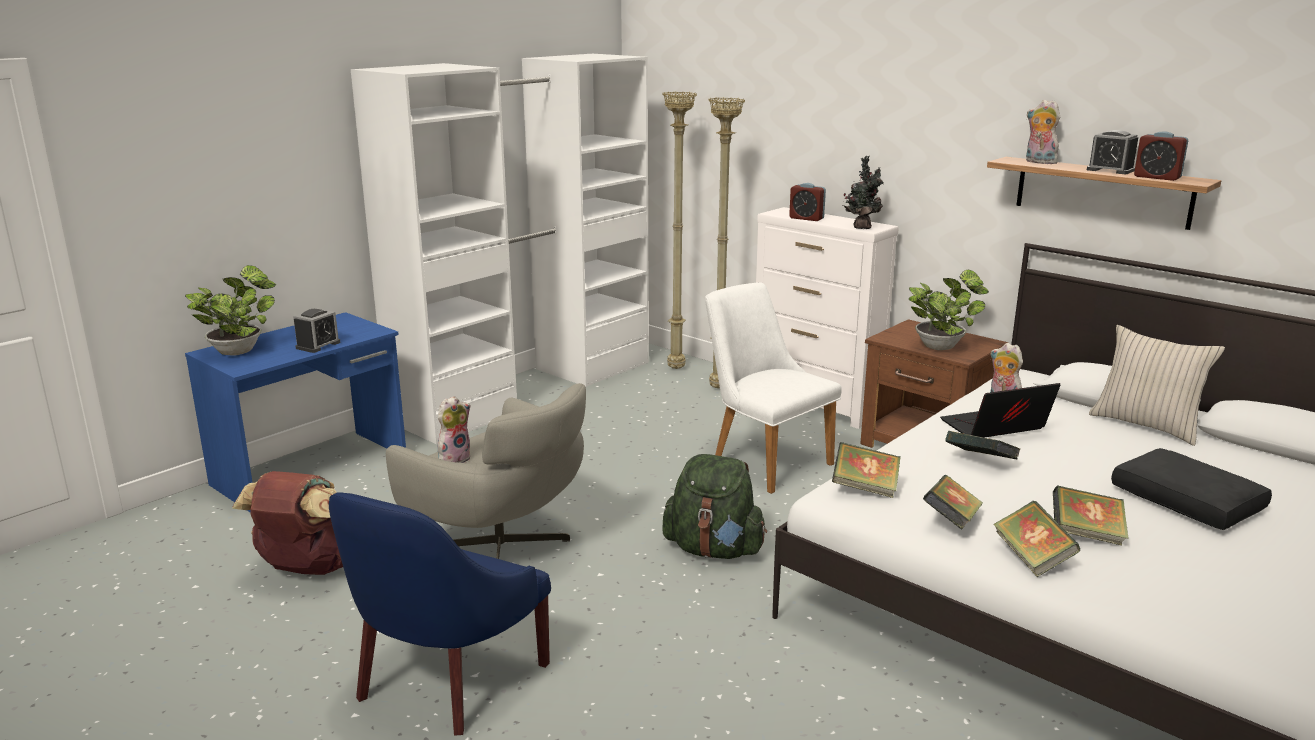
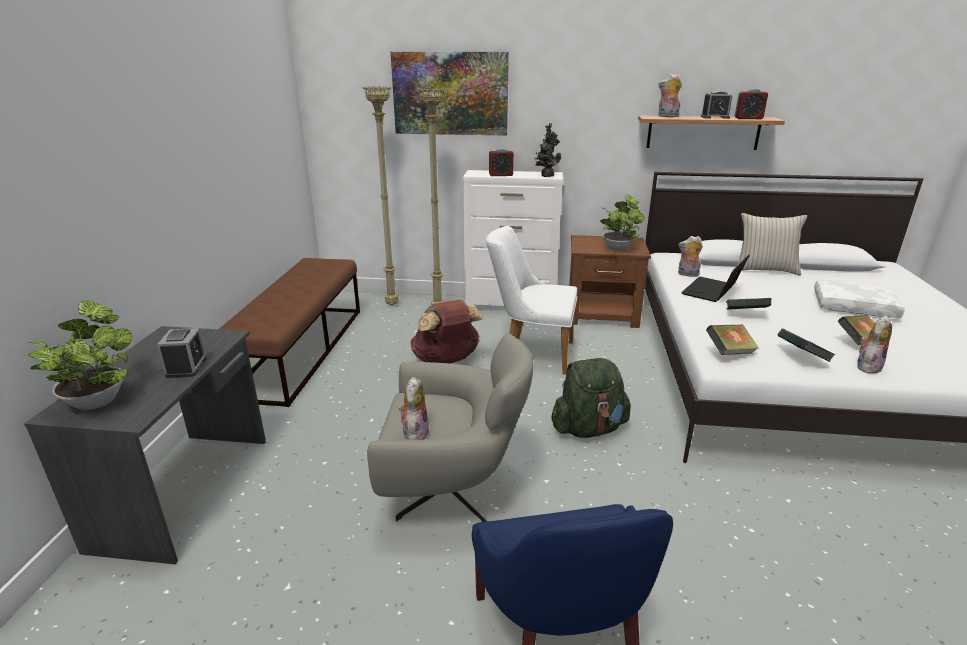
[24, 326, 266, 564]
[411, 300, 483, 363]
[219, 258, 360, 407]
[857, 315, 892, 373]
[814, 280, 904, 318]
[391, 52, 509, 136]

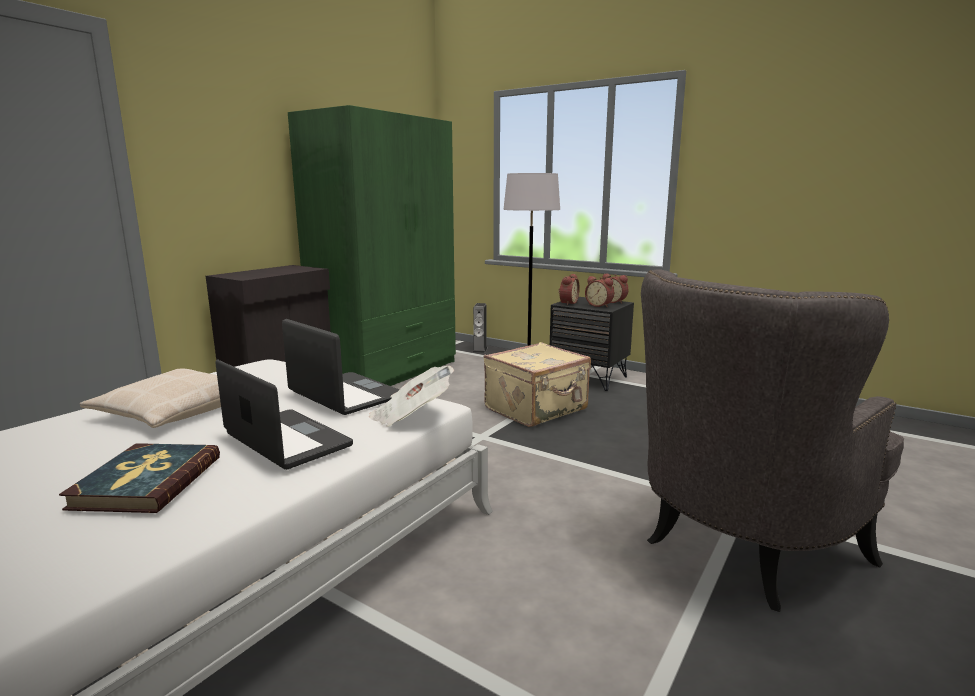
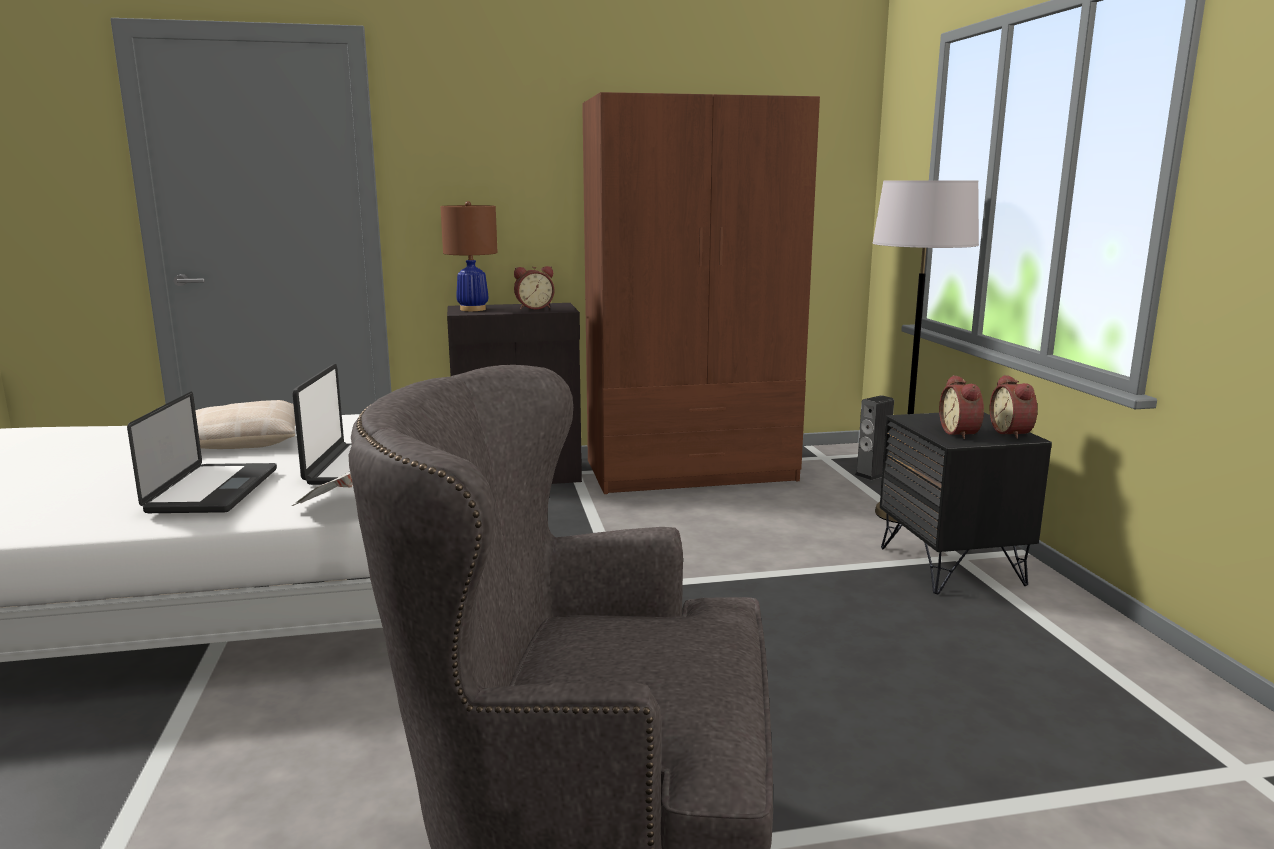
[59, 443, 220, 513] (first image)
[582, 92, 820, 494]
[484, 342, 591, 427] (first image)
[514, 266, 554, 310]
[440, 201, 498, 311]

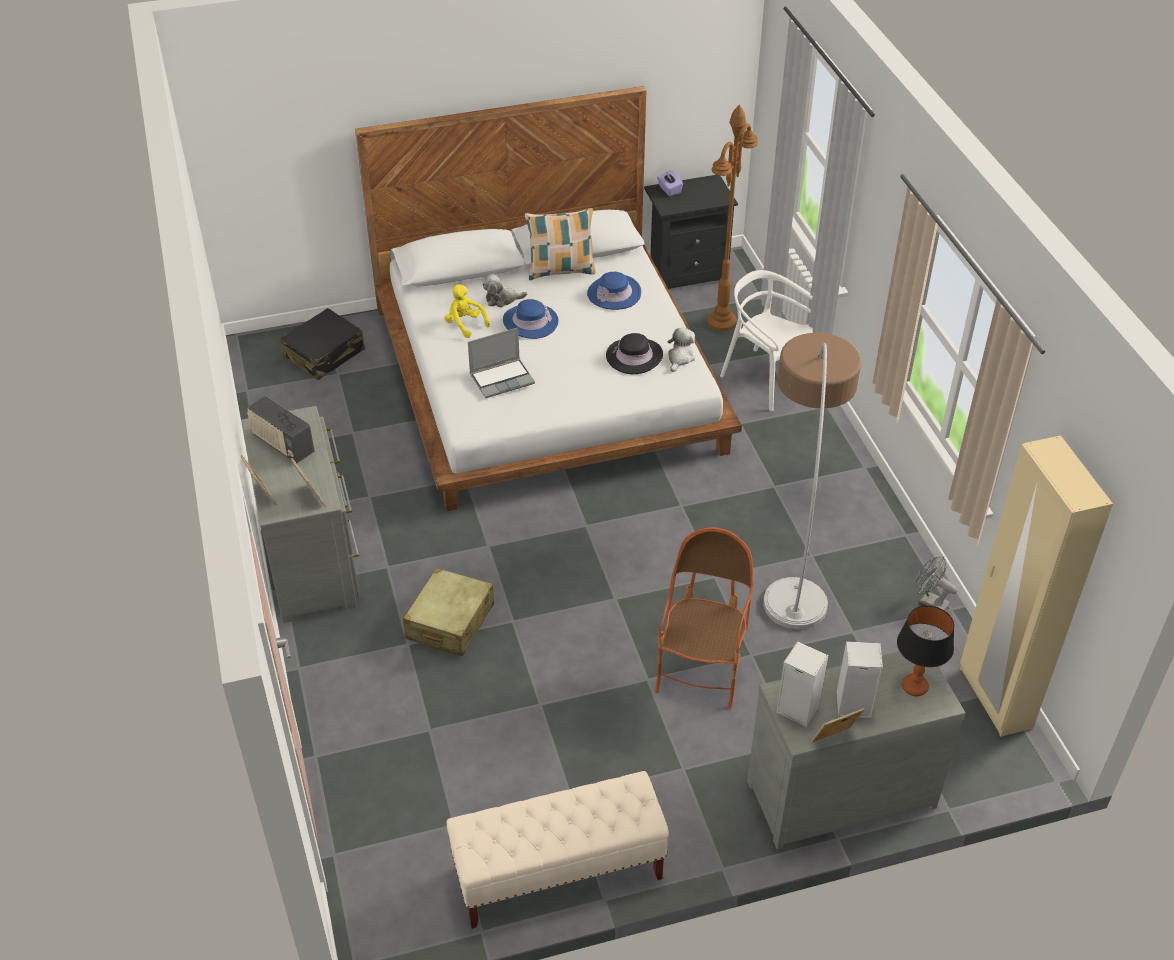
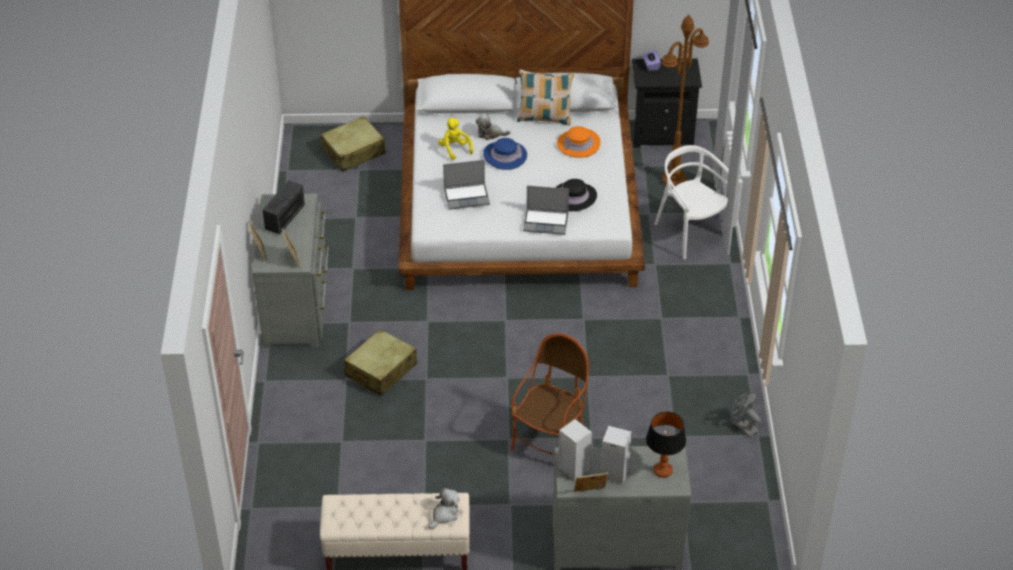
[263, 180, 305, 234]
[321, 116, 386, 172]
[557, 126, 601, 158]
[428, 488, 459, 529]
[763, 333, 861, 630] (first image)
[960, 435, 1113, 737] (first image)
[523, 185, 569, 235]

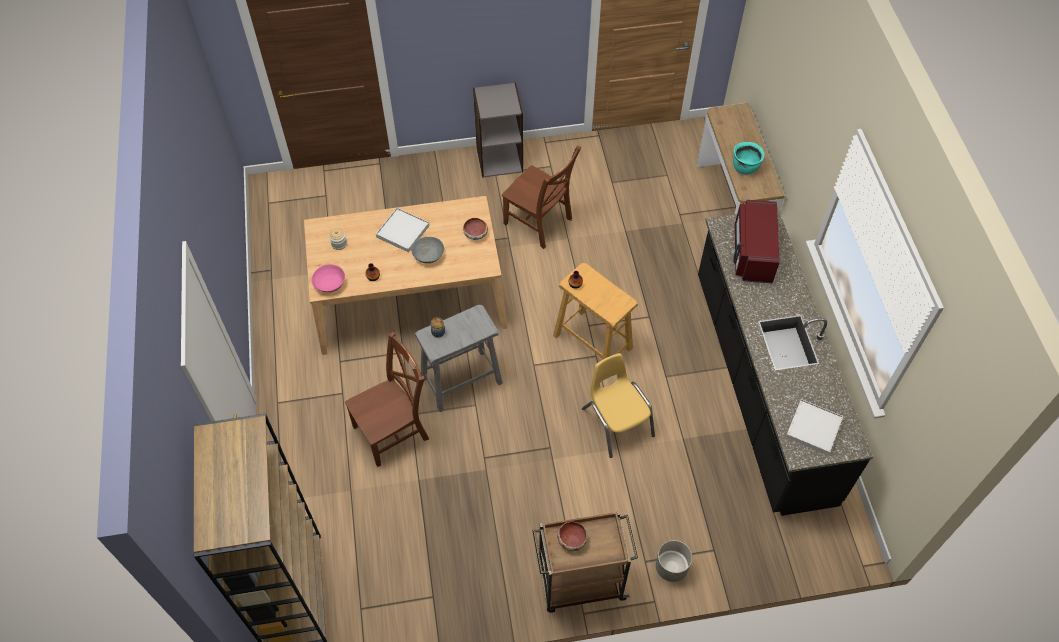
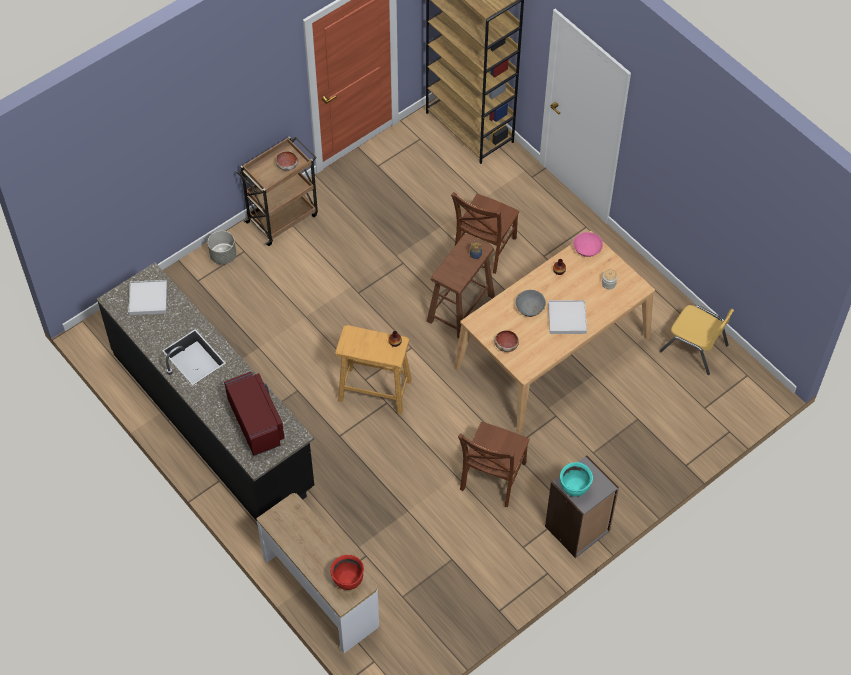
[427, 234, 495, 338]
[458, 422, 530, 507]
[659, 305, 734, 375]
[560, 462, 593, 497]
[330, 555, 364, 590]

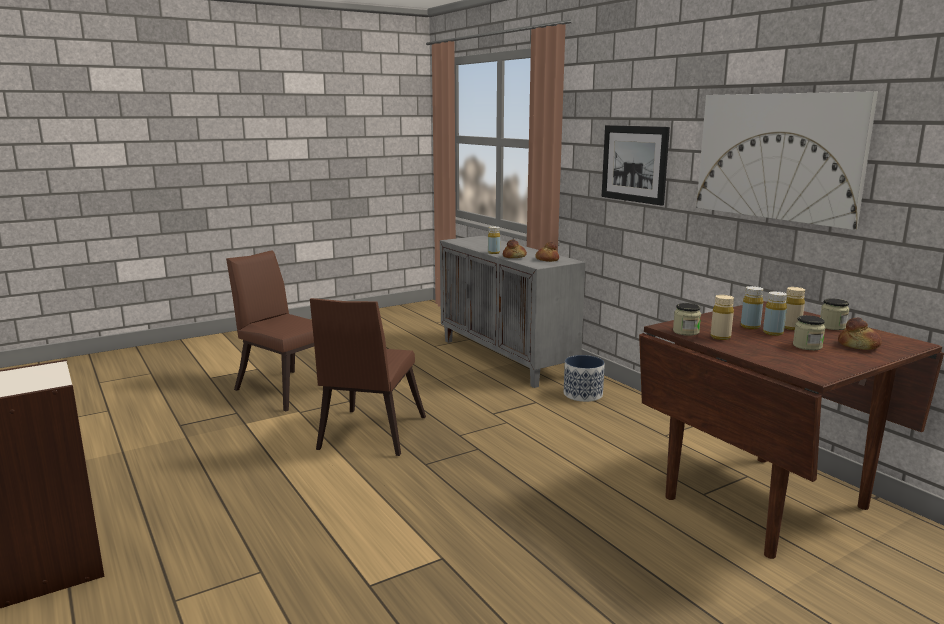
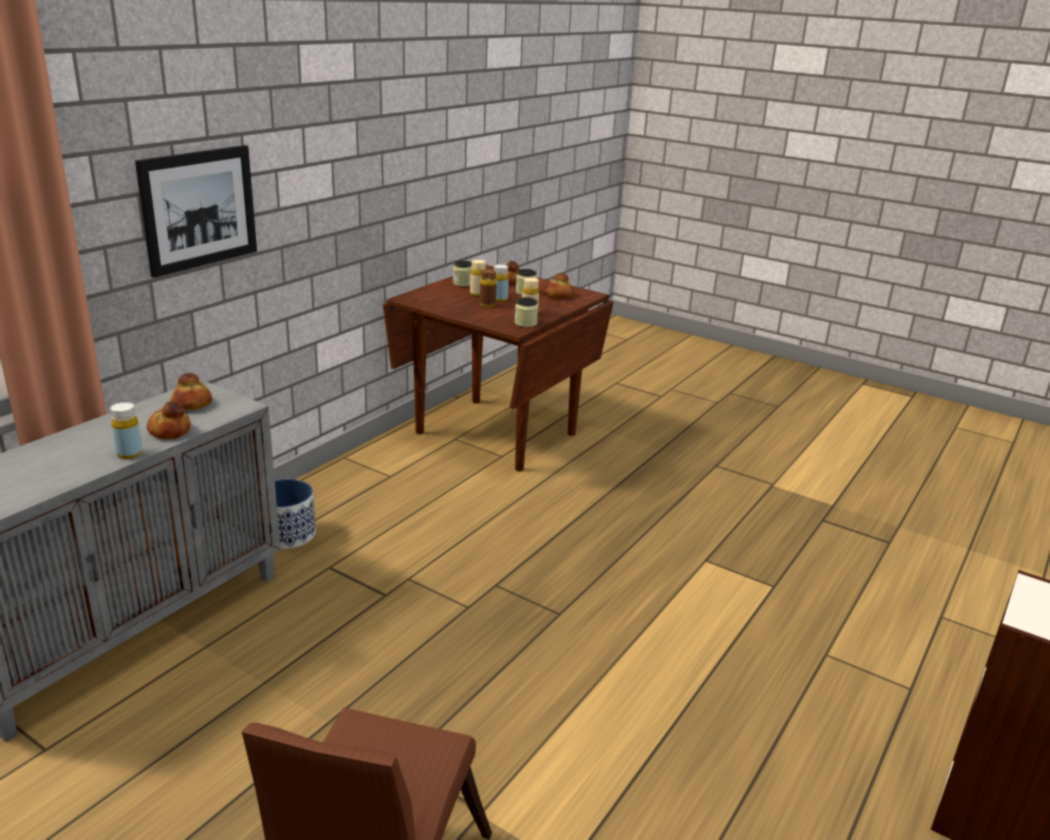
[310, 298, 426, 456] (first image)
[696, 91, 878, 230] (first image)
[480, 269, 497, 307]
[544, 273, 573, 298]

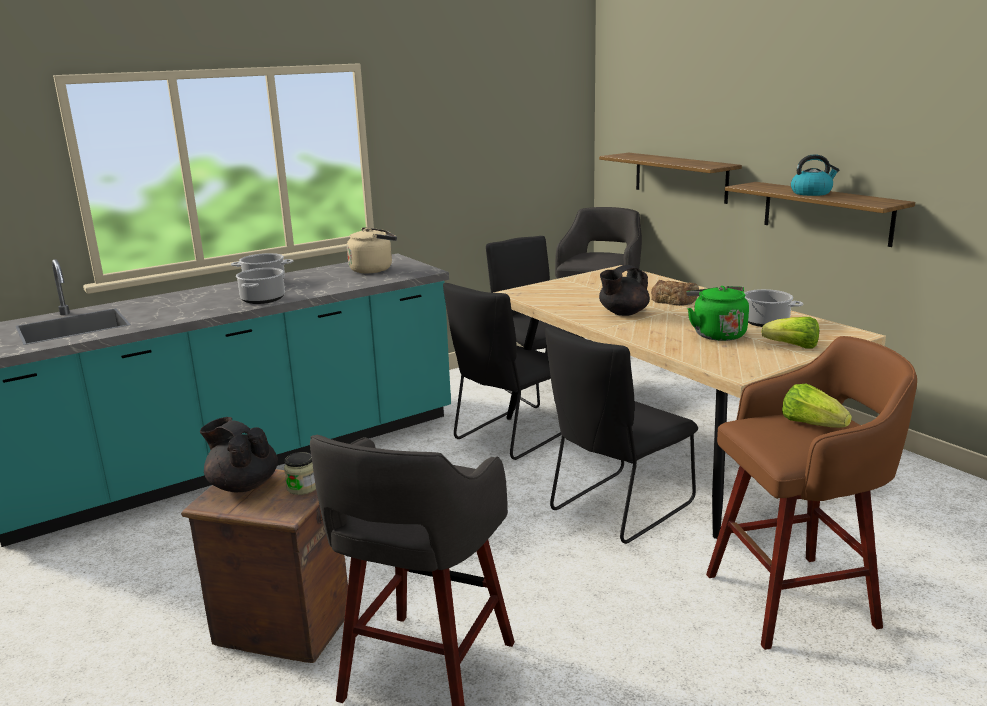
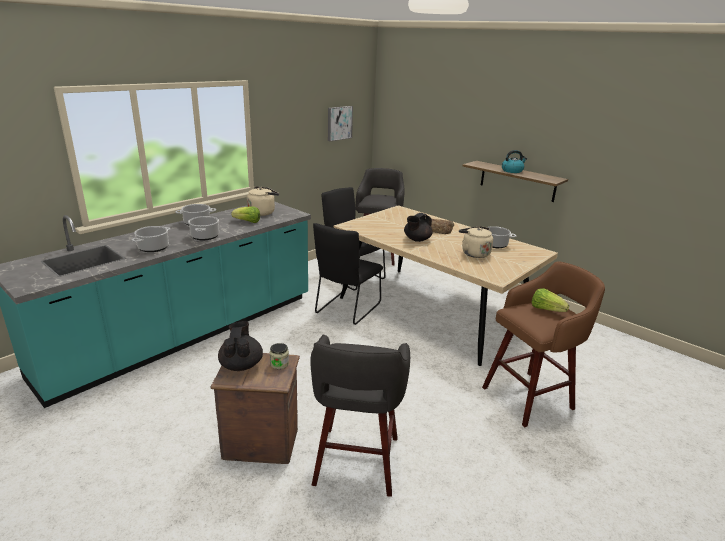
[218, 321, 263, 371]
[545, 327, 698, 544] (first image)
[599, 153, 742, 204] (first image)
[459, 226, 493, 258]
[231, 206, 260, 223]
[132, 226, 170, 252]
[328, 106, 353, 141]

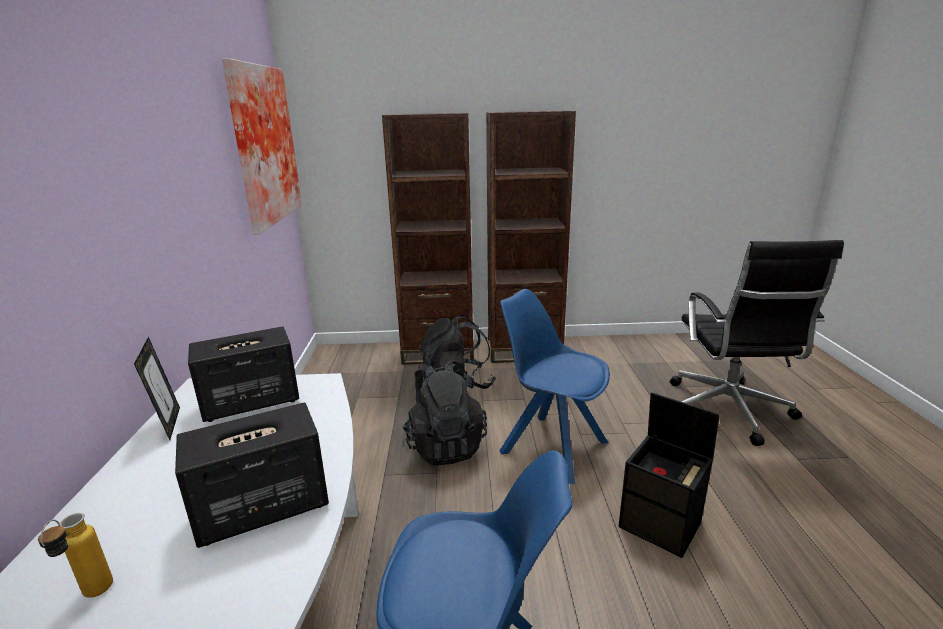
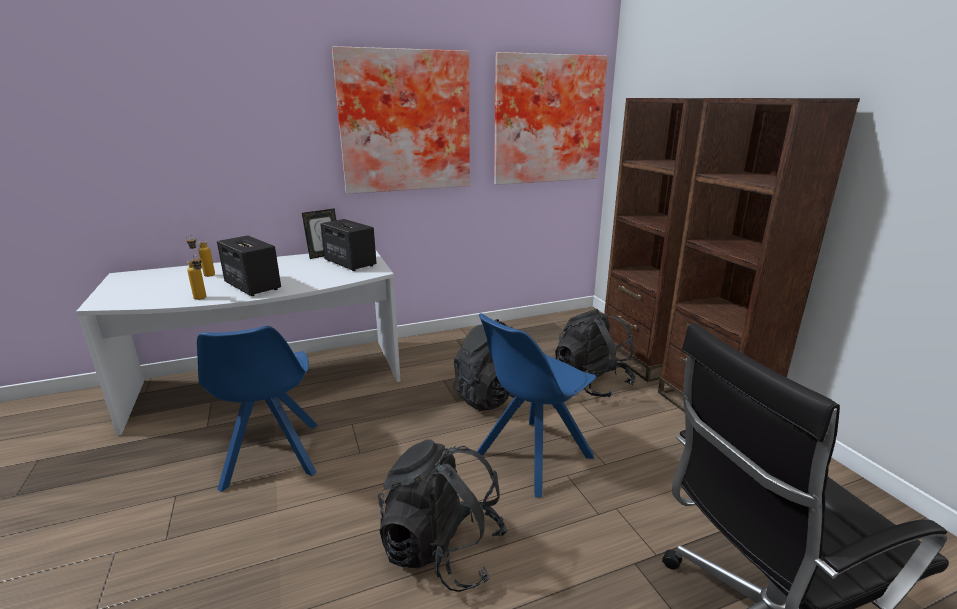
[477, 313, 596, 498]
[378, 439, 508, 592]
[187, 254, 206, 300]
[331, 46, 470, 194]

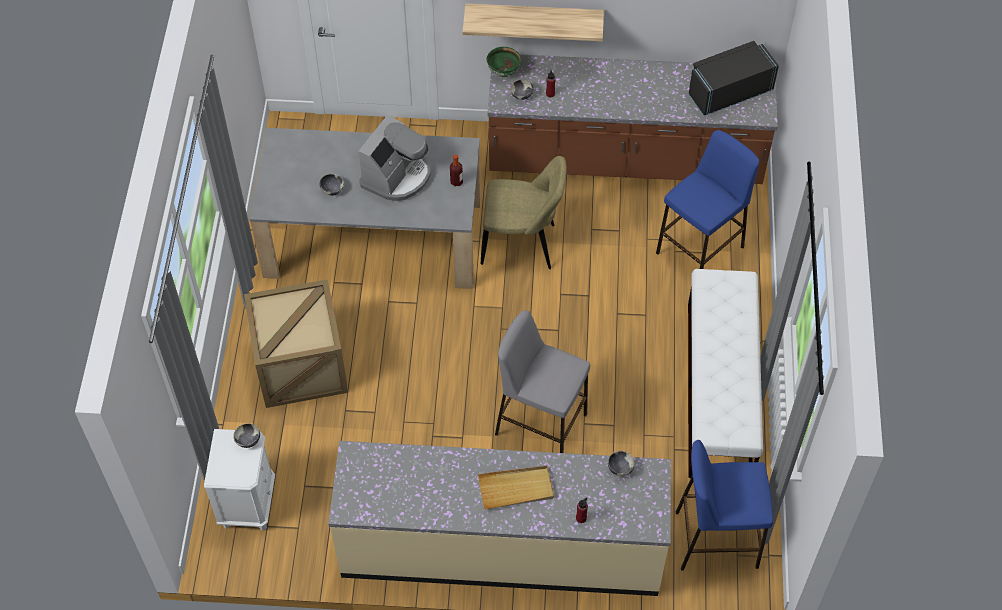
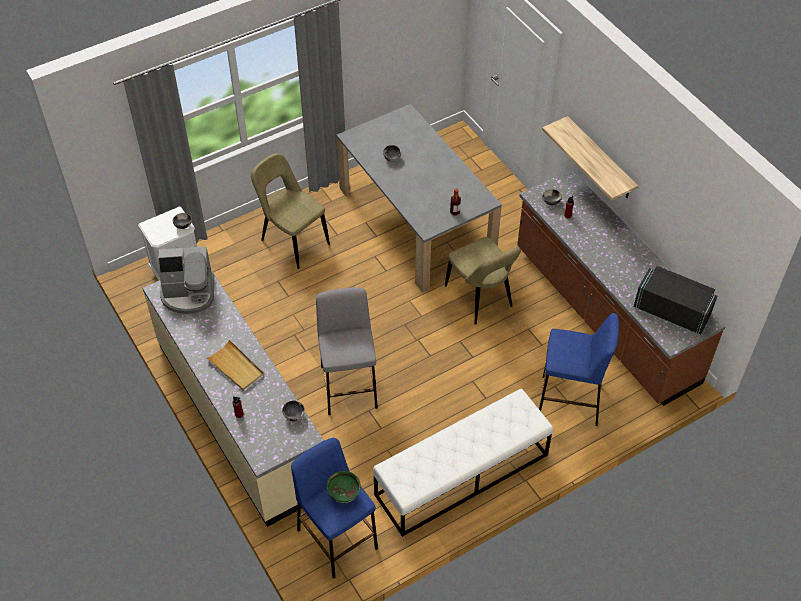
[251, 153, 330, 269]
[158, 246, 214, 314]
[327, 471, 361, 503]

